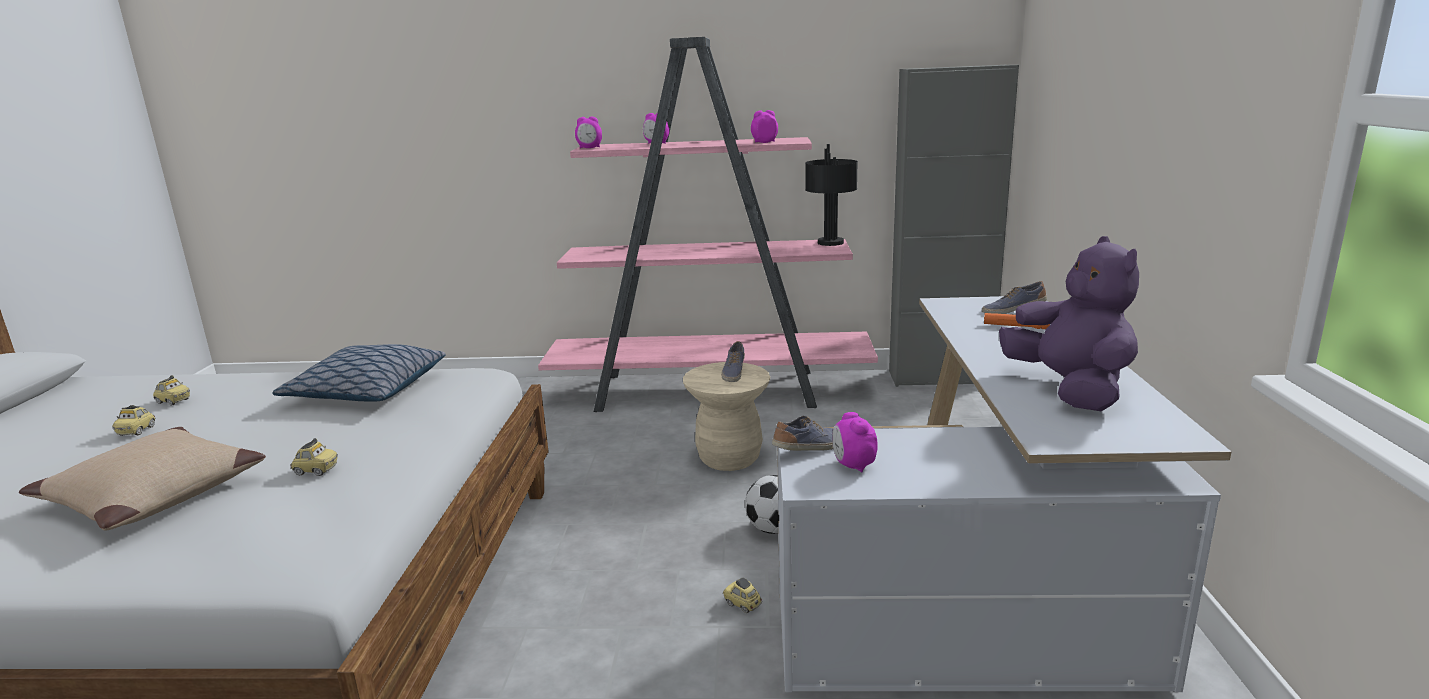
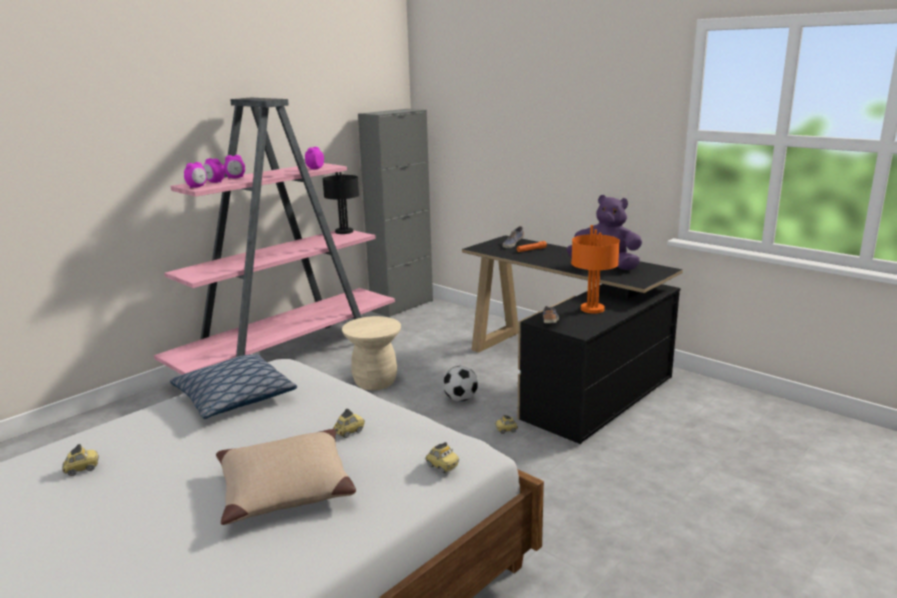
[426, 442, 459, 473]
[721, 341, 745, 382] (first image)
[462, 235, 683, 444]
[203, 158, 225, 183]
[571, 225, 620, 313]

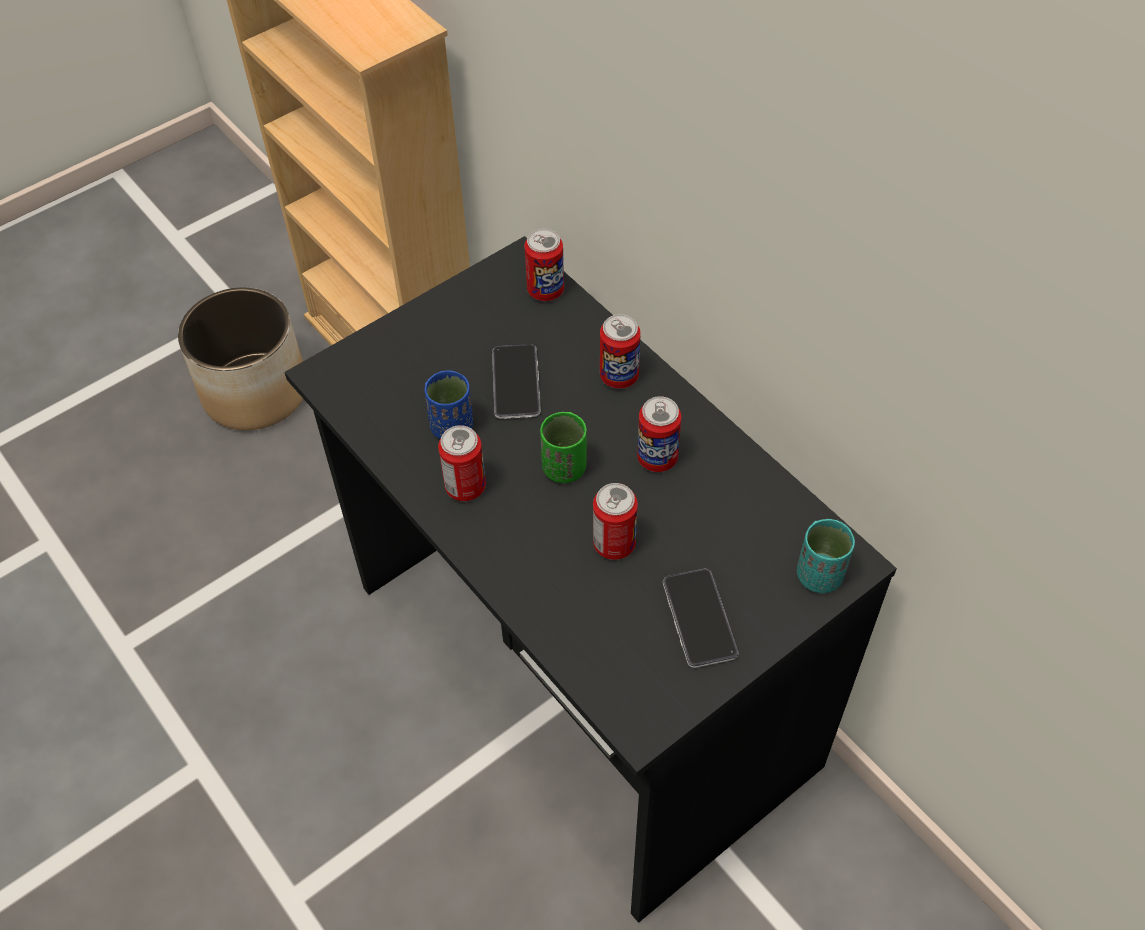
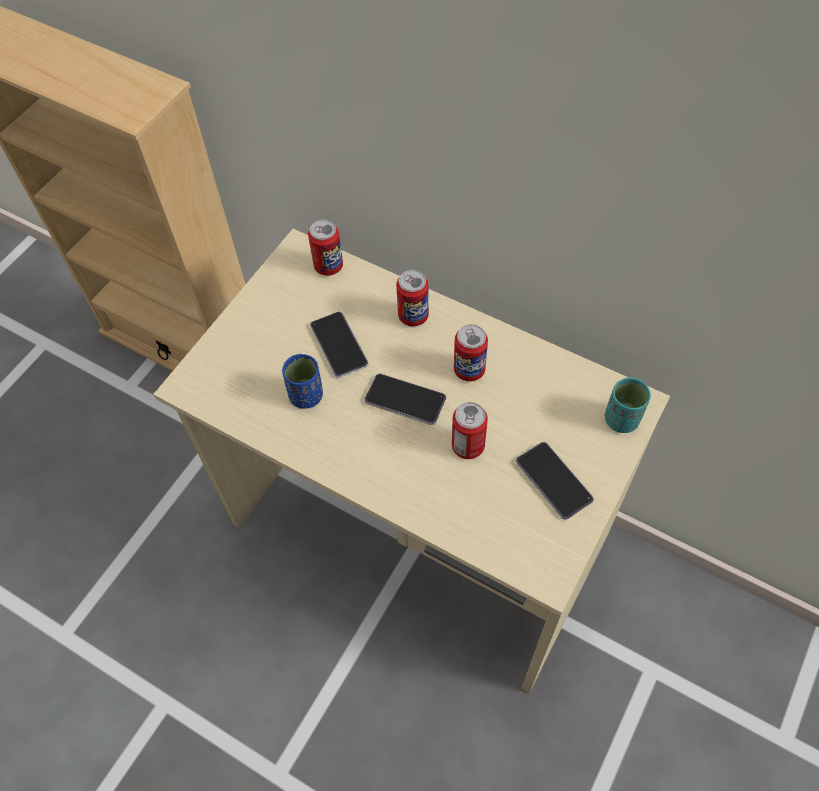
[178, 287, 303, 430] (first image)
[153, 229, 670, 693]
[438, 425, 486, 501] (first image)
[365, 374, 446, 425]

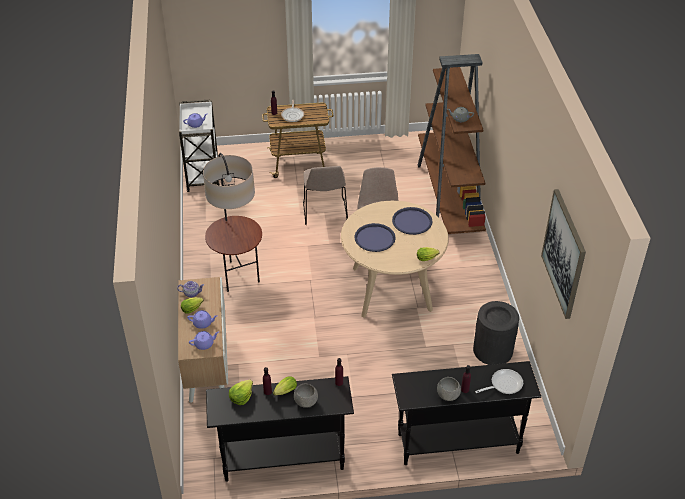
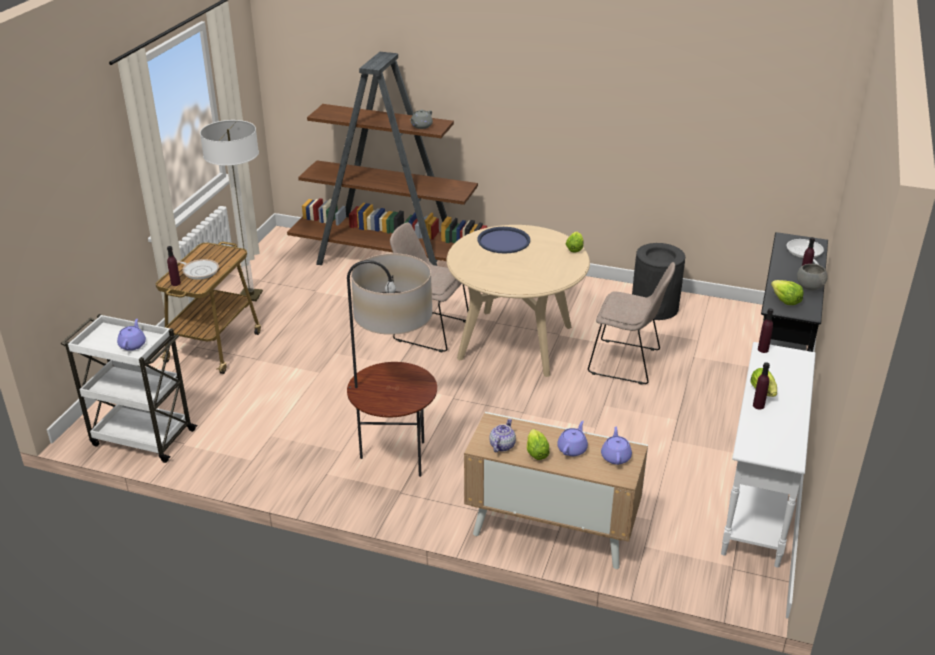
[721, 342, 816, 568]
[771, 280, 804, 305]
[294, 383, 318, 408] (first image)
[588, 262, 675, 385]
[354, 223, 396, 252] (first image)
[541, 189, 586, 319] (first image)
[200, 120, 263, 301]

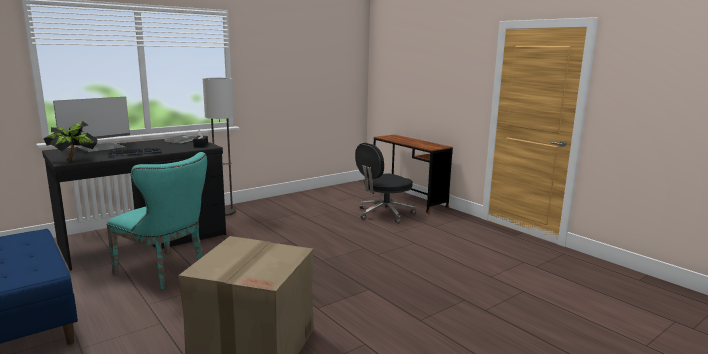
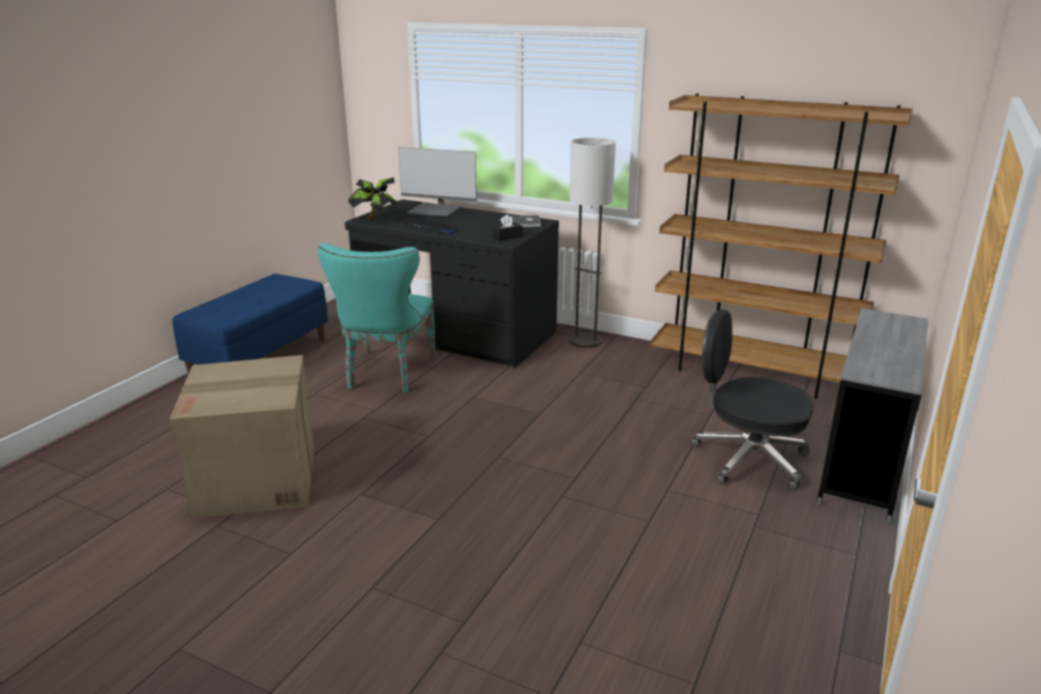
[817, 308, 928, 523]
[651, 93, 913, 399]

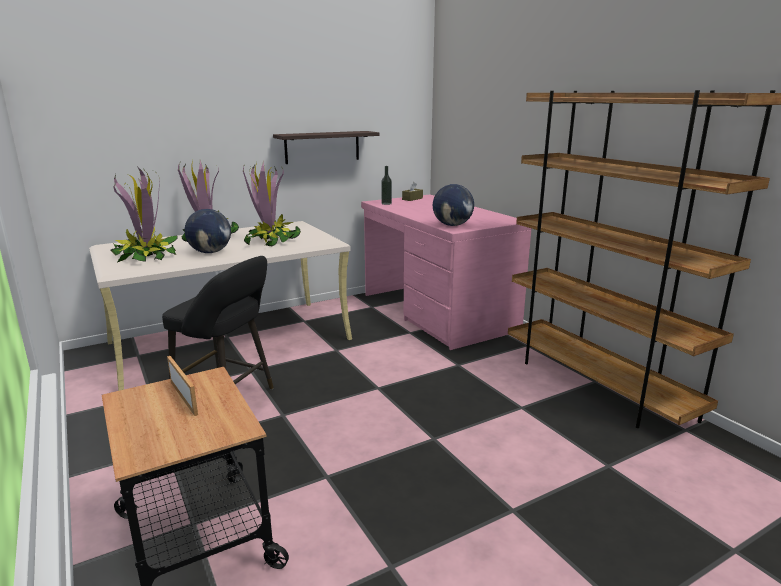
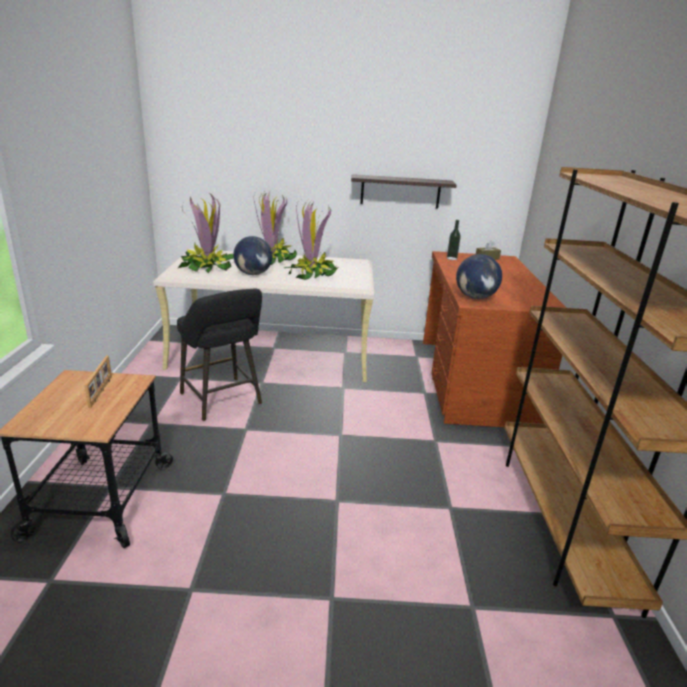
[423, 251, 566, 427]

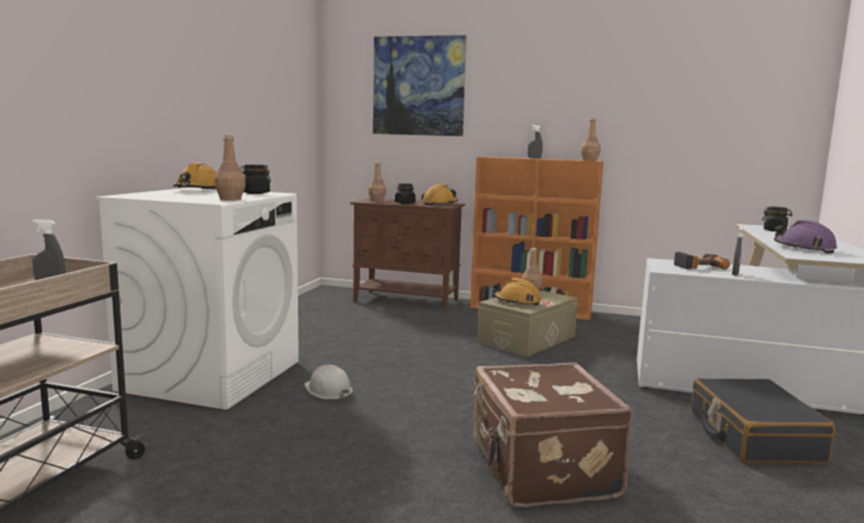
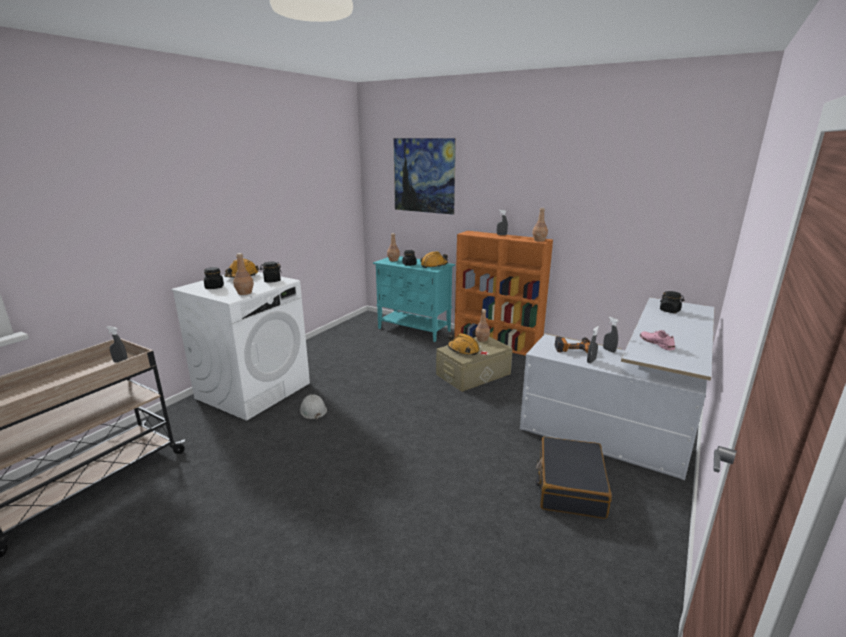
[373, 256, 455, 342]
[473, 362, 633, 507] (first image)
[640, 330, 675, 350]
[204, 267, 224, 289]
[603, 317, 619, 353]

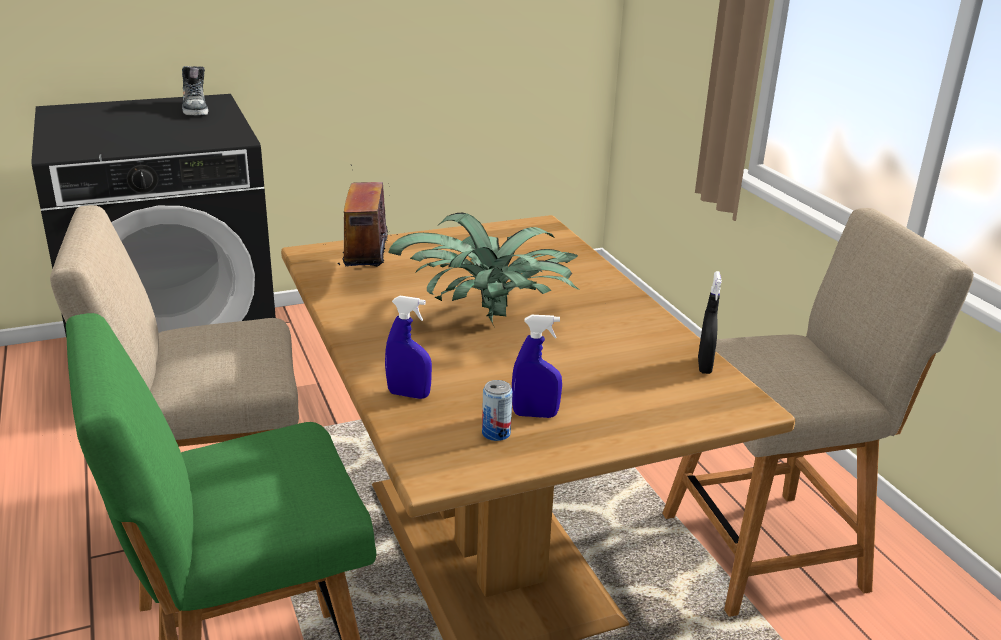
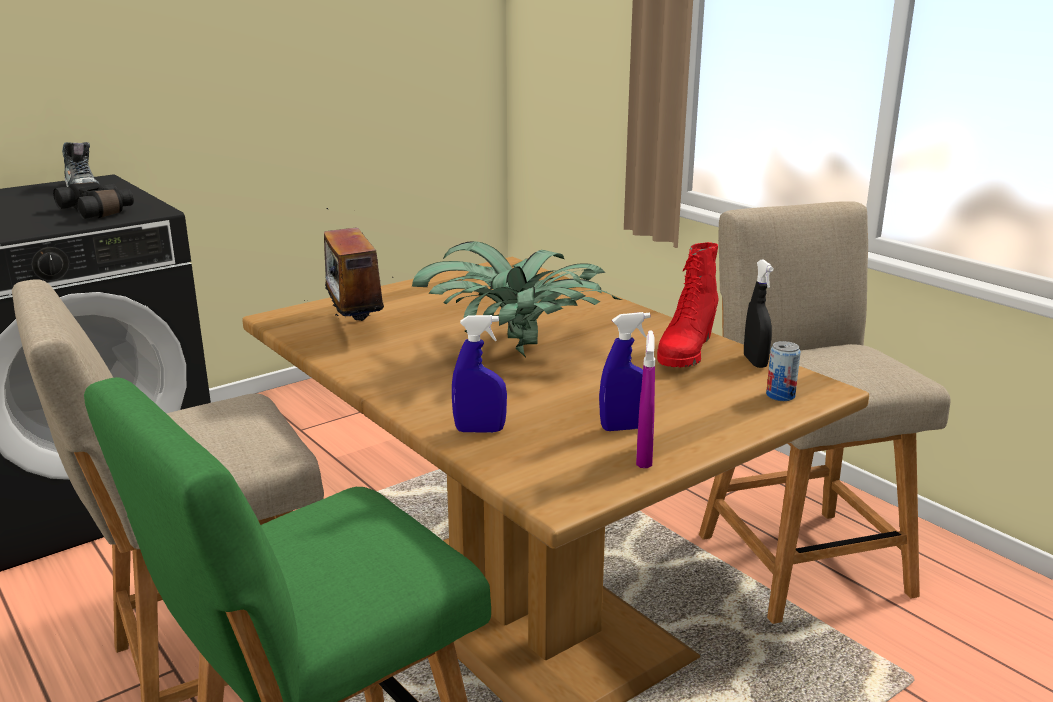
[766, 341, 801, 401]
[699, 201, 951, 624]
[53, 182, 134, 219]
[636, 330, 655, 468]
[657, 242, 718, 367]

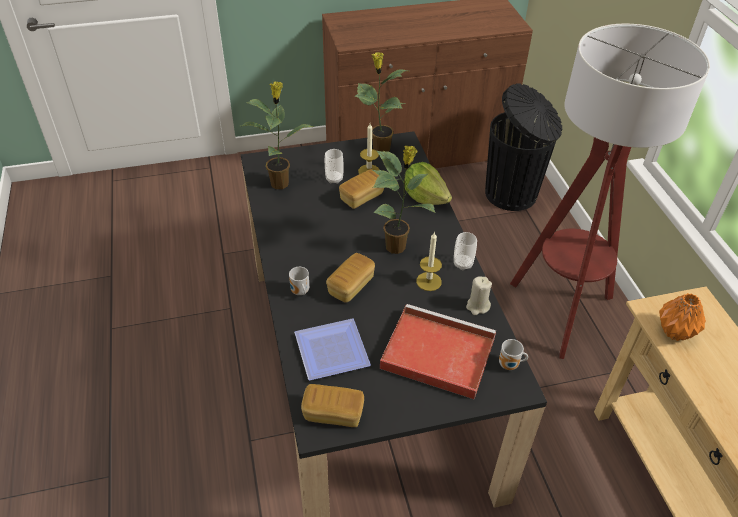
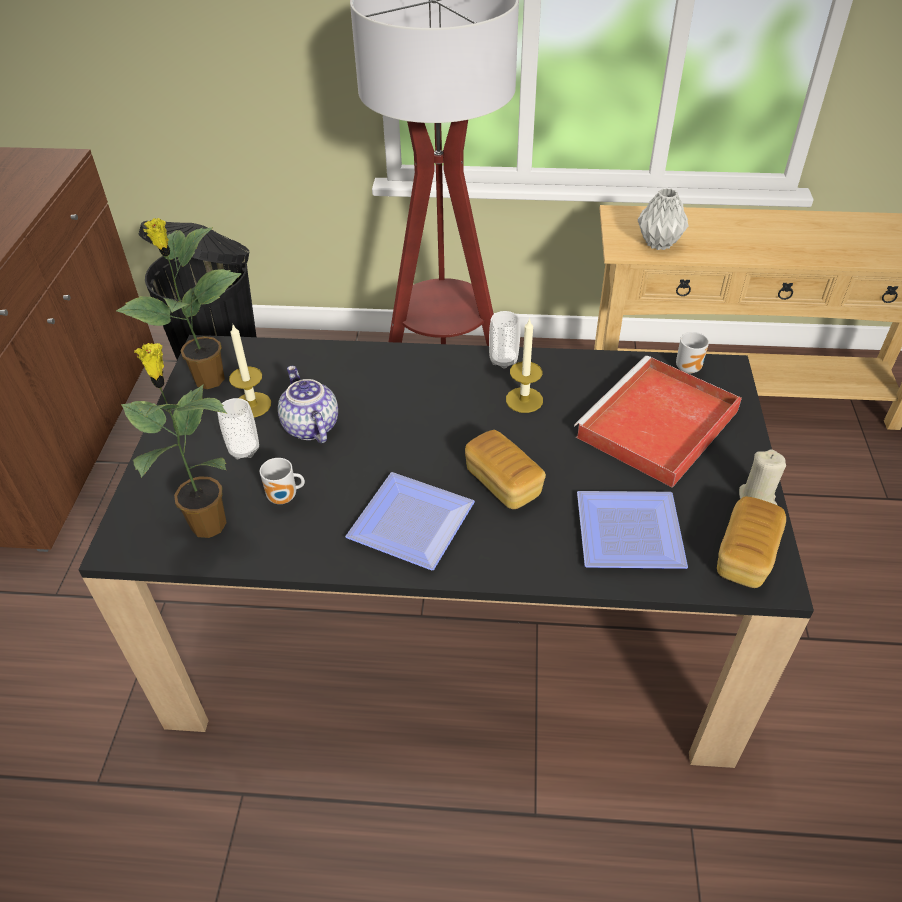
[260, 458, 305, 504]
[278, 366, 338, 444]
[373, 146, 436, 254] (first image)
[404, 162, 452, 205] (first image)
[739, 449, 786, 506]
[638, 188, 688, 250]
[345, 472, 475, 570]

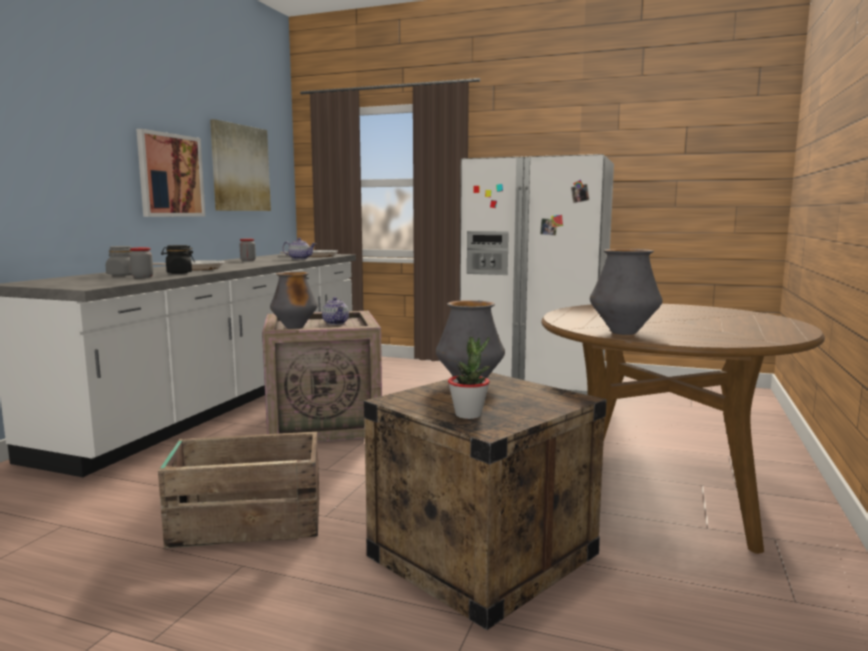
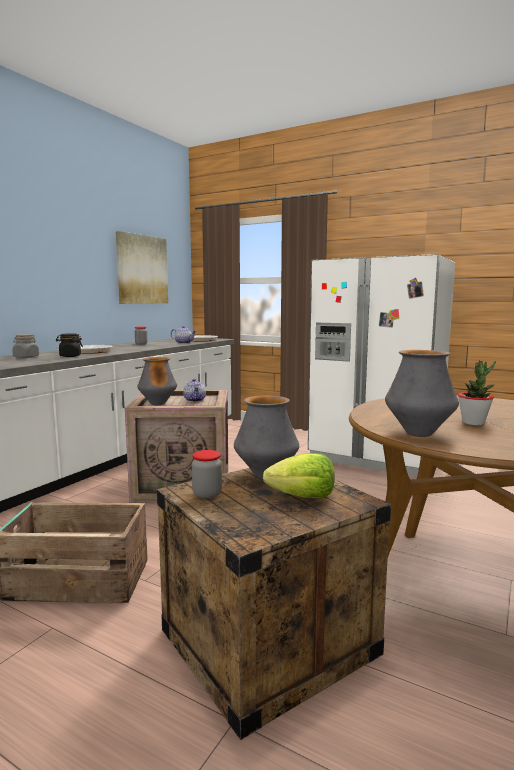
[192, 450, 222, 499]
[136, 129, 205, 217] (first image)
[458, 361, 496, 425]
[263, 453, 335, 498]

